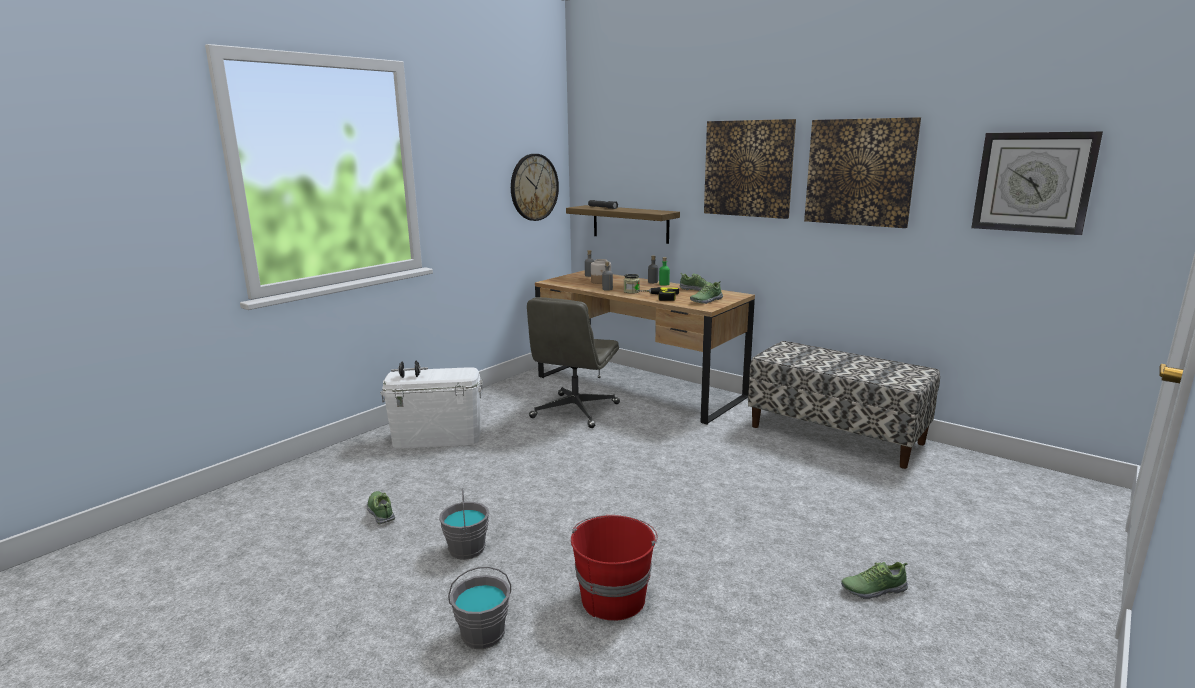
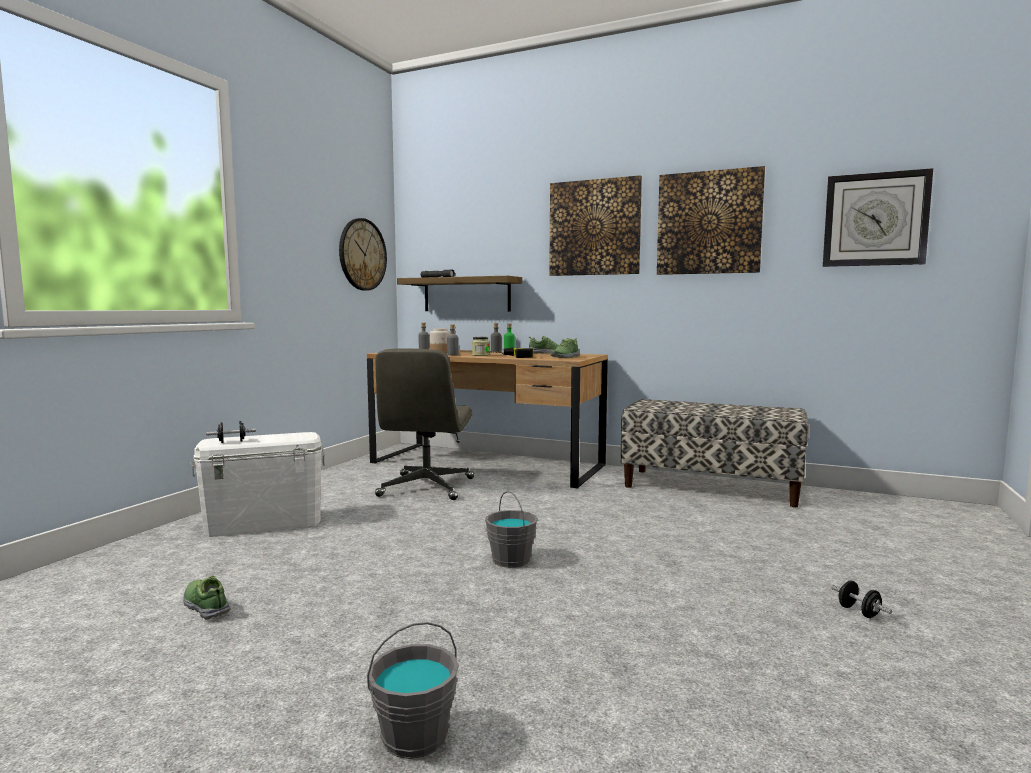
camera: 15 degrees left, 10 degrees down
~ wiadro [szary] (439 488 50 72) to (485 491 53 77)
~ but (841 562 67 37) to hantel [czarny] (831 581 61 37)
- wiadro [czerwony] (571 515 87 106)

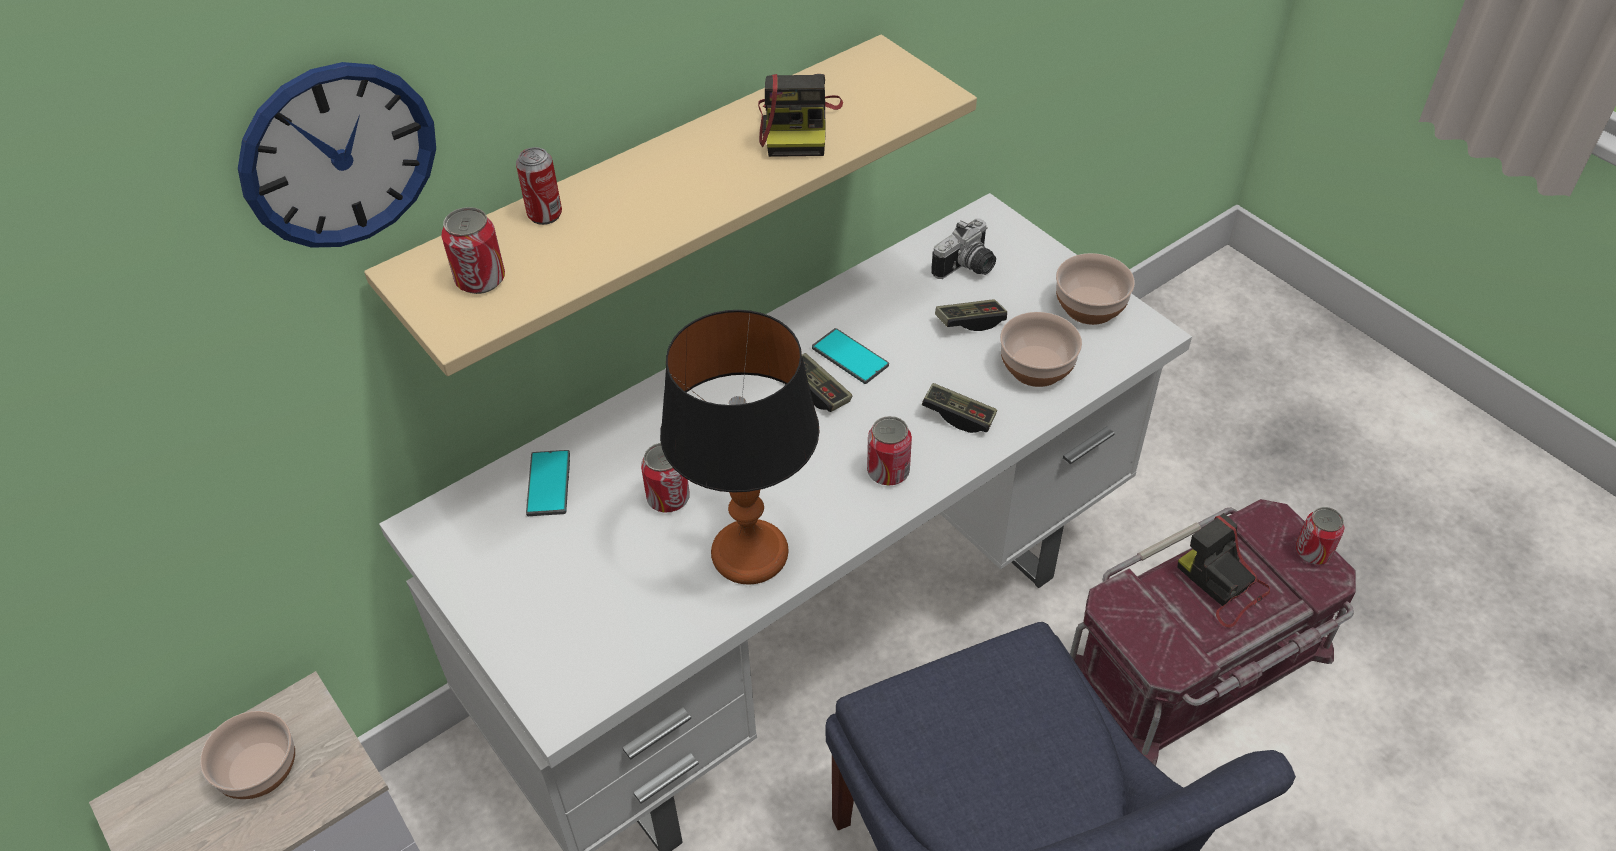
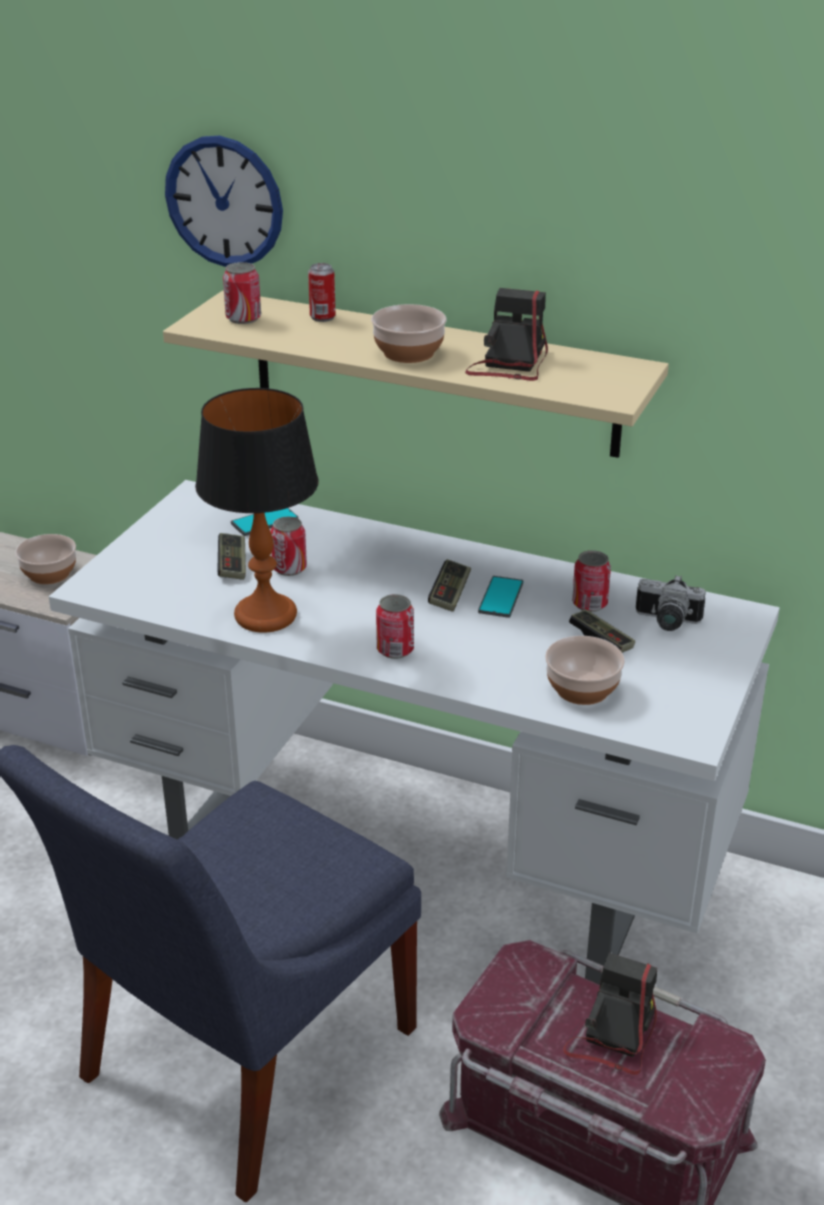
camera: 60 degrees right, 15 degrees down
~ pad do gier (922 383 75 50) to (218 533 28 47)
~ miska (1056 253 79 72) to (371 304 76 59)
~ aparat fotograficzny (758 74 85 83) = (465 288 83 93) 135 degrees clockwise
~ puszka (1296 507 48 57) to (572 550 39 62)

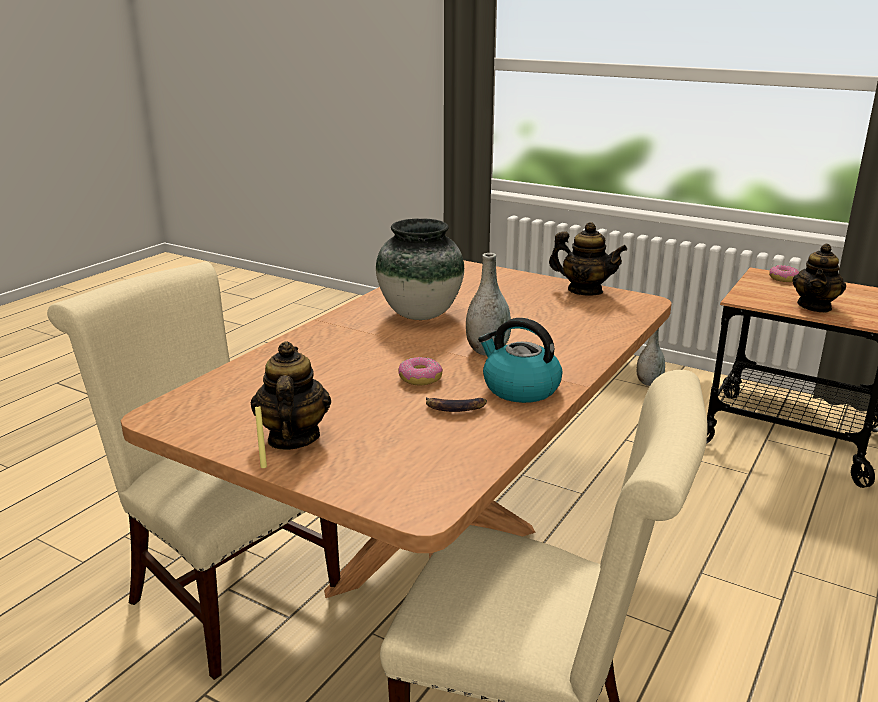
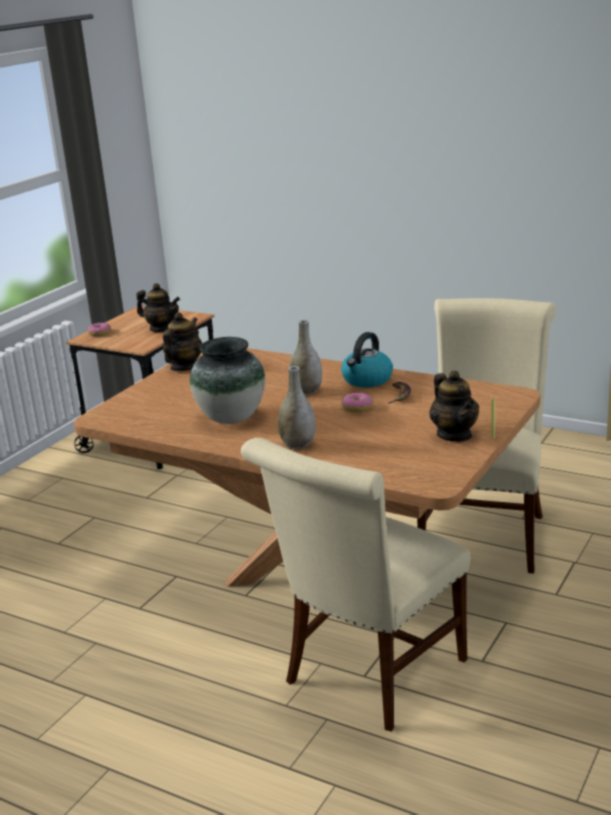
camera: 90 degrees left, 0 degrees up
~ wazon [szary] (637 328 28 58) to (278 366 37 83)
~ imbryk (251 341 80 109) = (429 370 50 72) 105 degrees counterclockwise

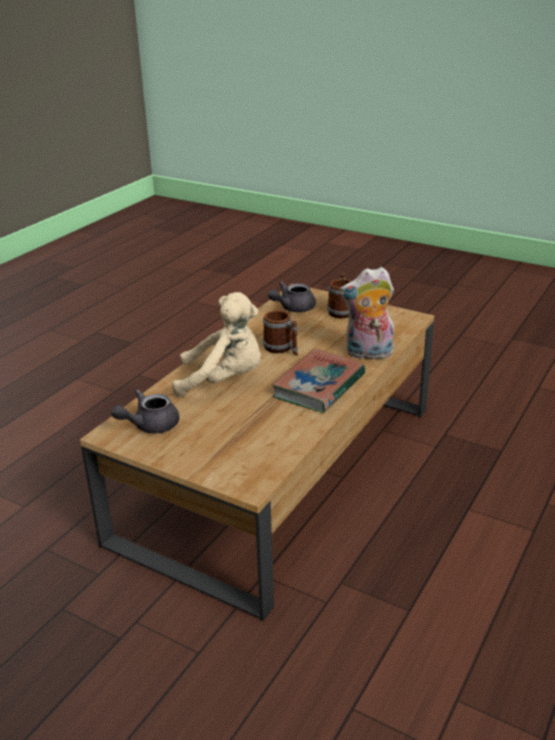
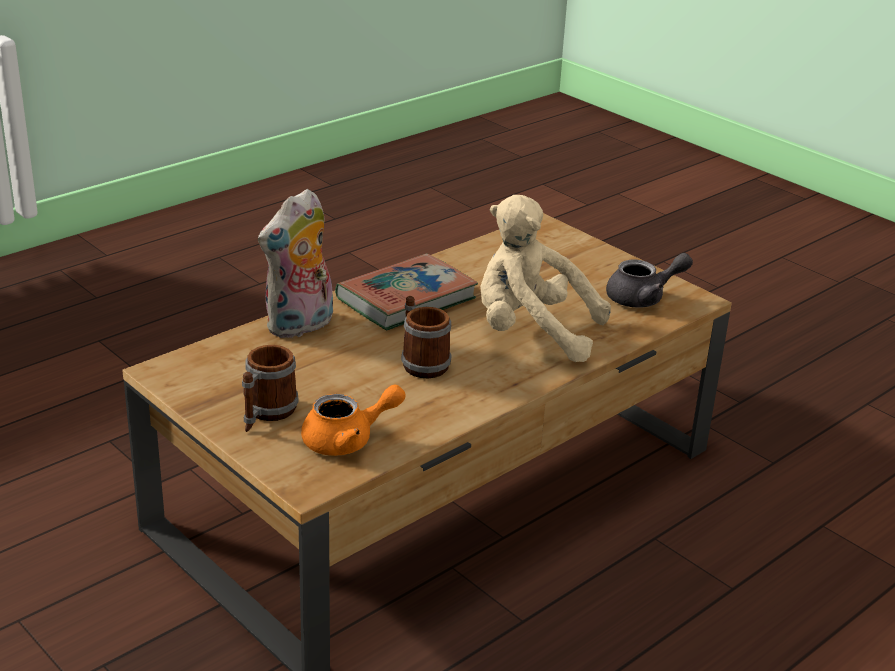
camera: 165 degrees left, 0 degrees up
~ pluszak (339 267 55 92) = (258 189 75 149) 120 degrees clockwise
~ imbryk [szary] (268 281 48 31) to imbryk [pomarańczowy] (301 384 105 72)

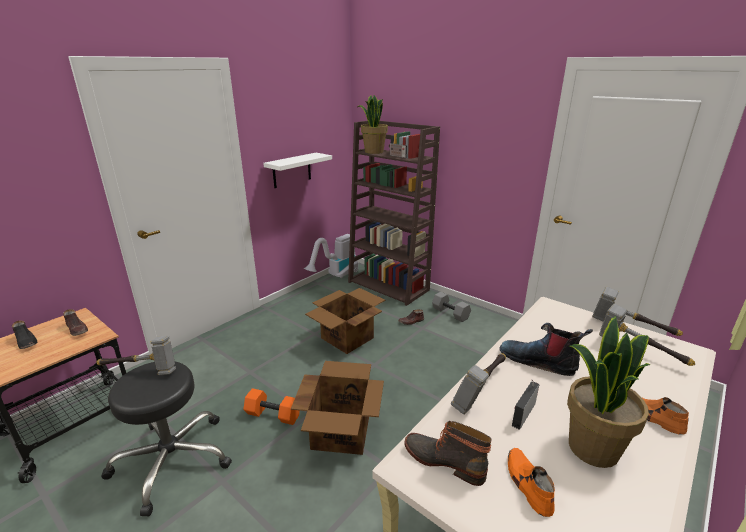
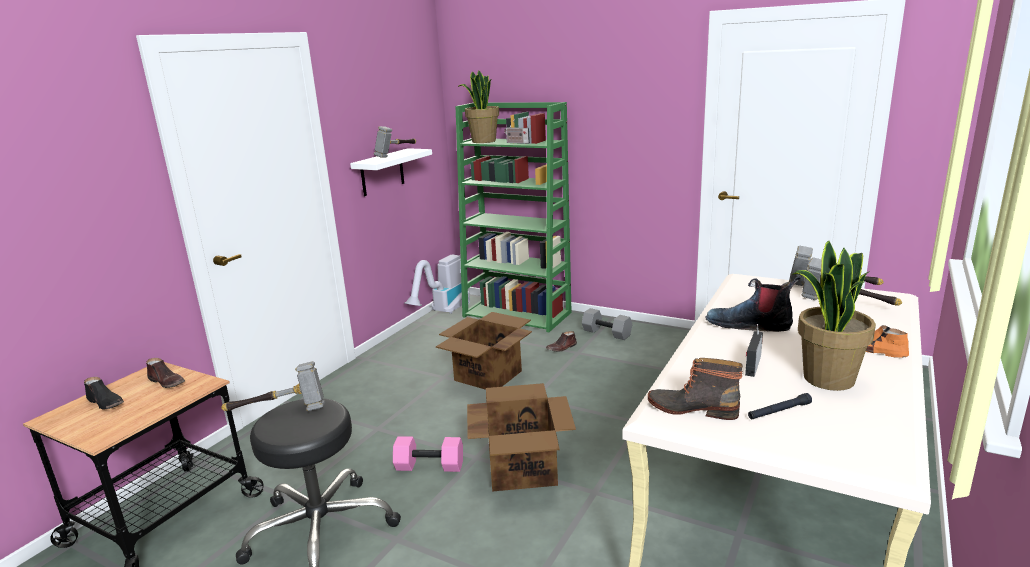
camera: 10 degrees left, 5 degrees down
~ młotek (451 353 55 61) to (374 126 42 32)
~ hantel [pomarańczowy] (243 388 57 37) to hantel [różowy] (393 436 70 36)
~ regał [brązowy] (348 121 92 185) to regał [zielony] (456 102 116 230)
~ but [pomarańczowy] (508 448 47 69) to latarka [czarny] (748 393 64 26)

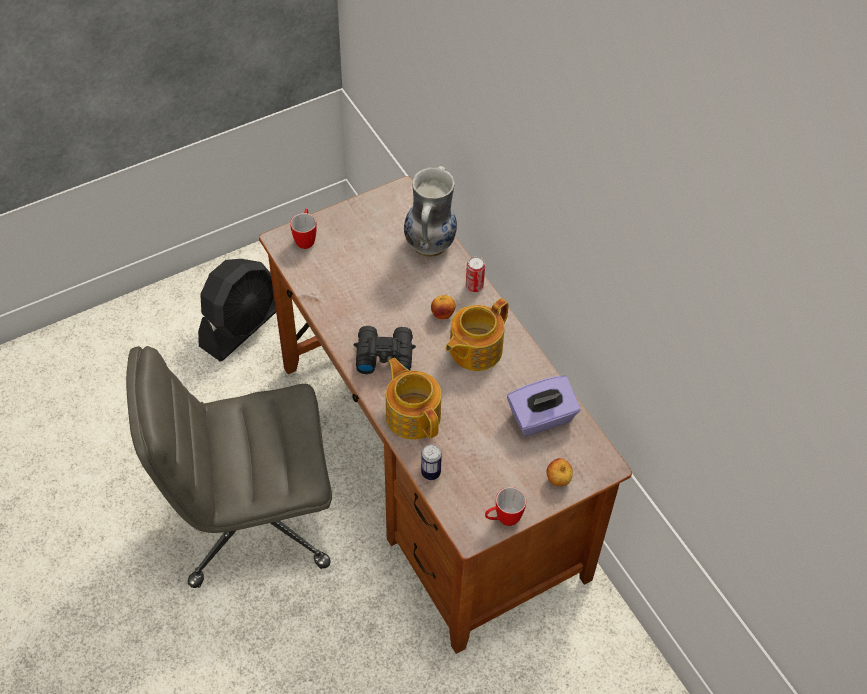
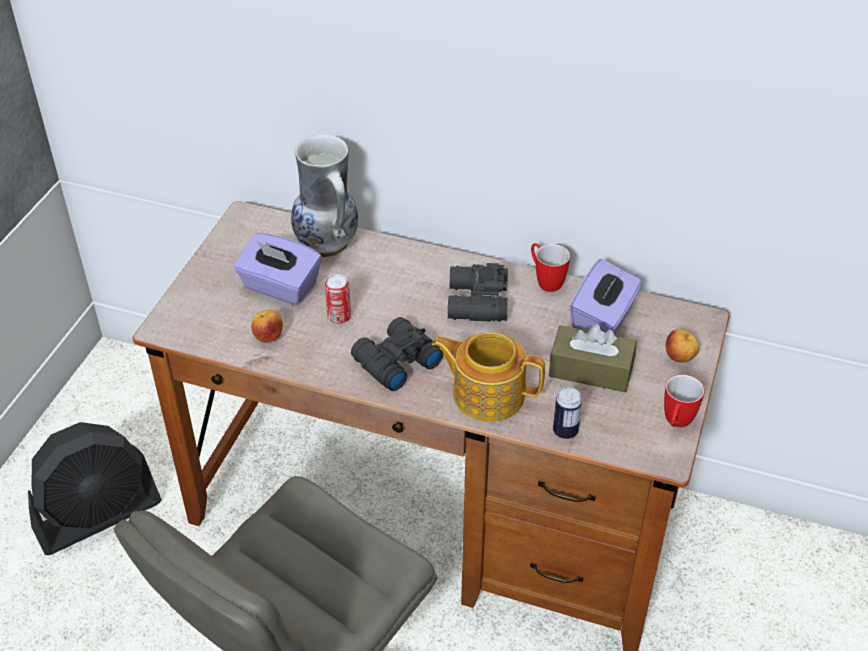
camera: 40 degrees left, 10 degrees down
~ wentylator [czarny] (198 259 78 102) = (28 422 134 133) 60 degrees clockwise
+ pudełko chusteczek [fioletowy] (234 233 88 72)
~ jabłko (431 295 25 25) to (251 310 32 33)
~ puszka (466 256 19 36) to (325 274 26 50)
~ imbryk (446 298 63 73) to lornetka [czarny] (448 263 60 59)
~ kubek (290 209 27 40) to (531 243 39 49)
+ pudełko chusteczek [brązowy] (549 324 88 68)

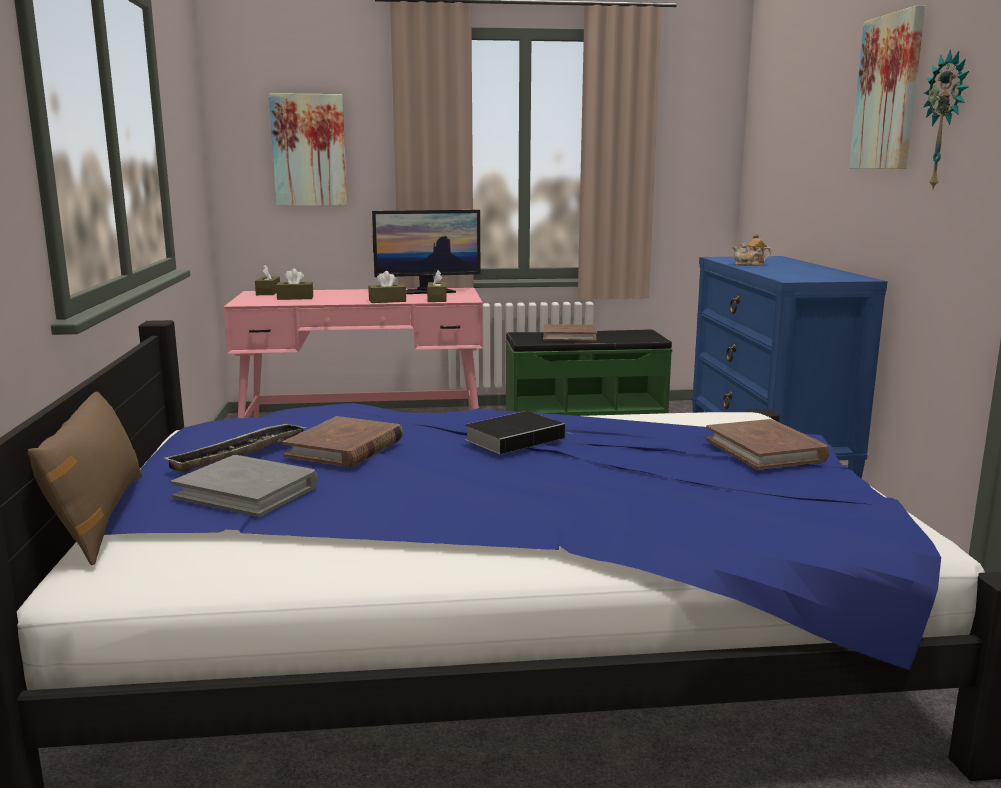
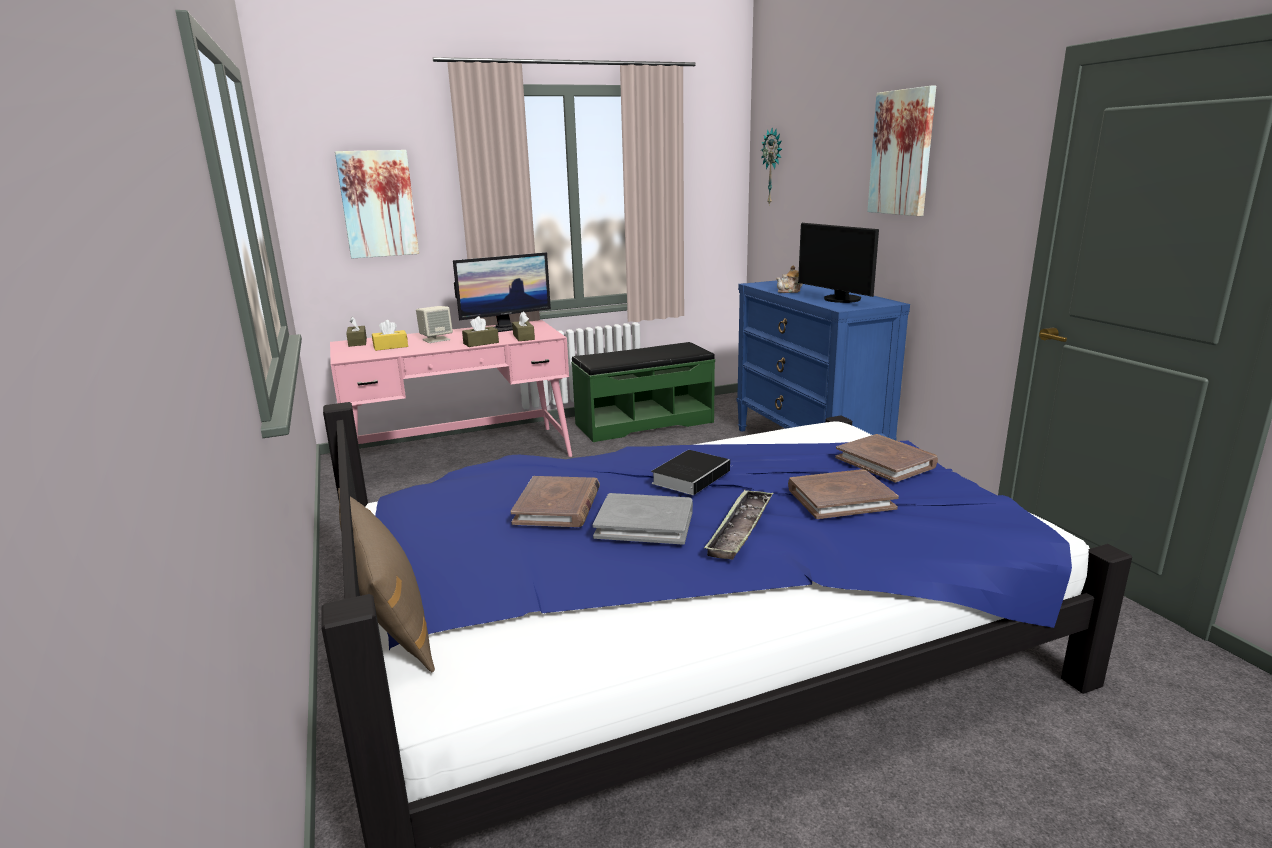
camera: 15 degrees left, 5 degrees up
~ pudełko chusteczek [brązowy] (276 269 37 31) to pudełko chusteczek [żółty] (372 320 36 31)
+ głośnik [beżowy] (416 306 37 37)
~ książka [szary] (171 455 147 62) to (593 493 100 52)
~ taca (163 423 143 50) to (704 489 69 71)
~ zegar ścienny (924 49 45 142) to (761 128 21 78)
~ książka [brązowy] (543 324 54 17) to (788 469 111 50)
+ monitor (798 223 81 80)

